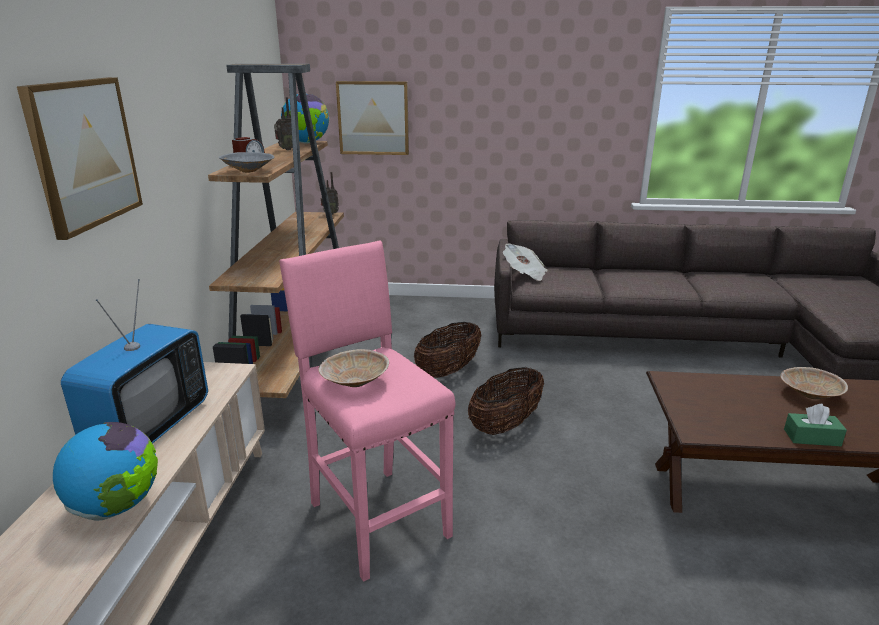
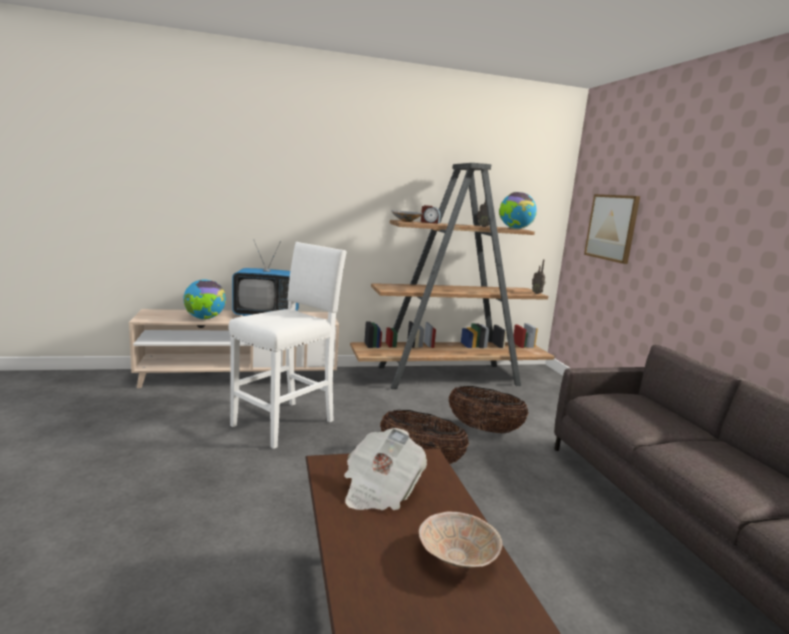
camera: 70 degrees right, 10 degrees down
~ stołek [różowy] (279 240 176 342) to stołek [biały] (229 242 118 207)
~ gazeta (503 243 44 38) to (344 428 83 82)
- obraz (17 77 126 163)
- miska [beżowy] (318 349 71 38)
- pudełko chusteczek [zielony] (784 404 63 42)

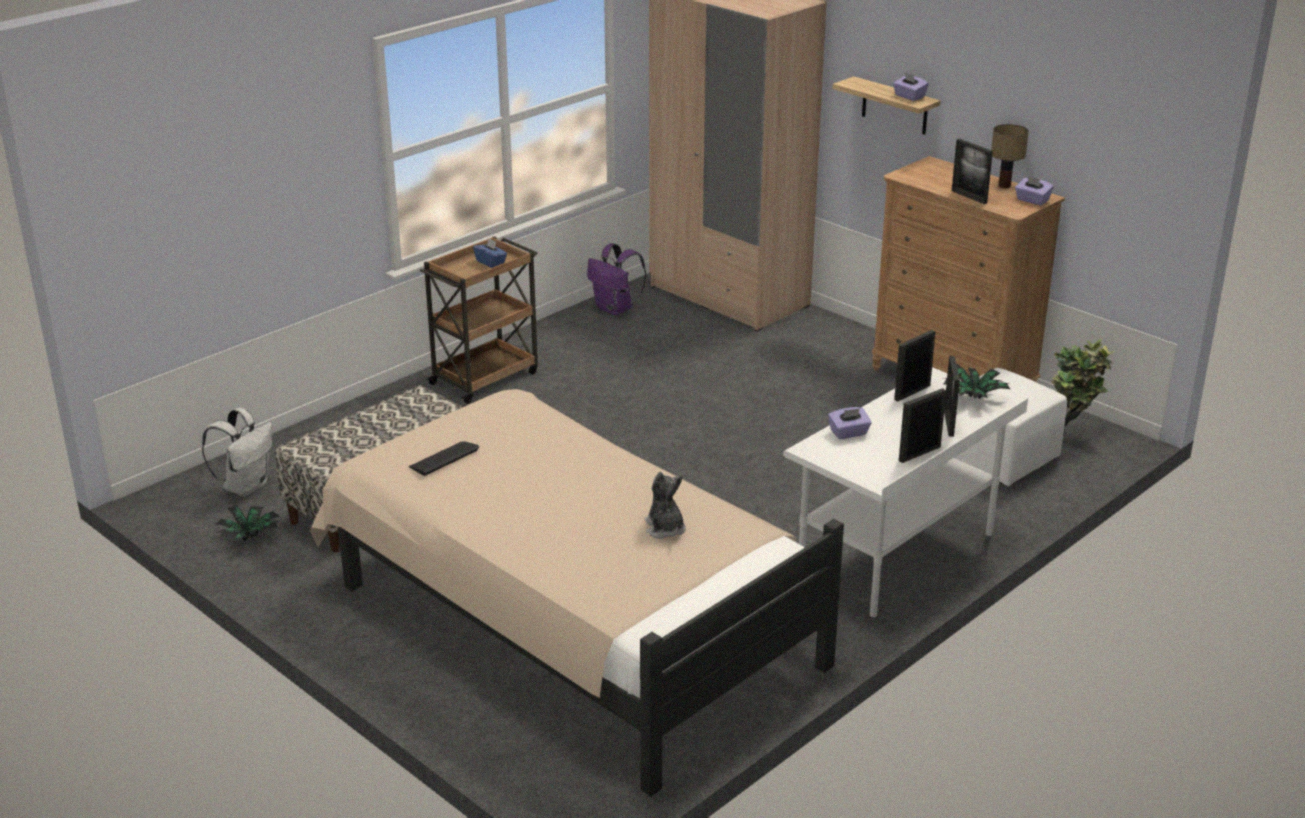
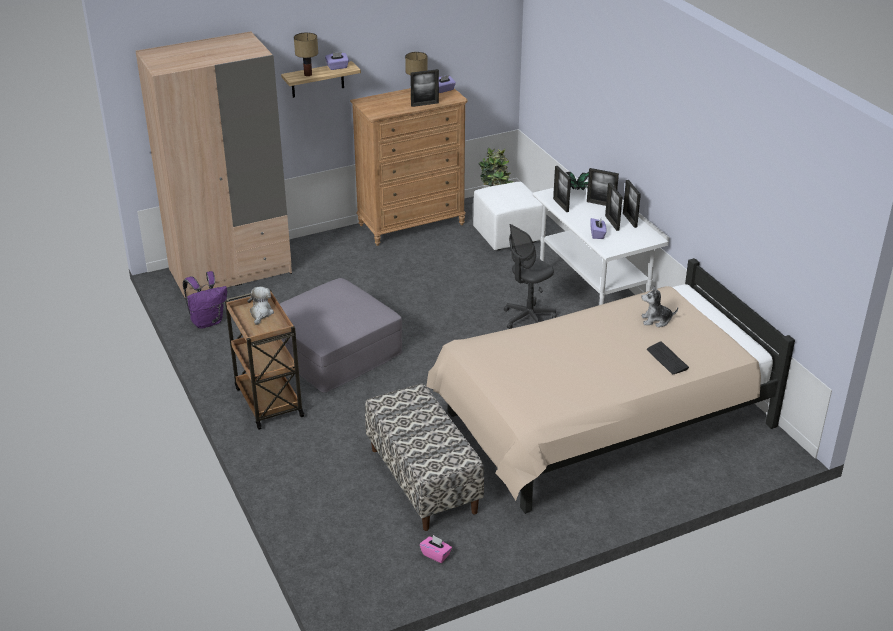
camera: 70 degrees left, 5 degrees up
~ pudełko chusteczek [niebieski] (473 238 34 30) to pluszak (247 286 27 39)
+ pufa [szary] (280 278 122 115)
+ lampa stołowa (294 32 24 44)
~ roślina doniczkowa (216 504 64 41) to pudełko chusteczek [różowy] (420 535 32 28)
+ krzesło biurowe [szary] (504 224 52 105)
+ ramka na zdjęcie (605 183 18 48)
~ klawiatura (409 441 70 35) to (647 341 42 33)
- plecak [biały] (202 408 71 89)

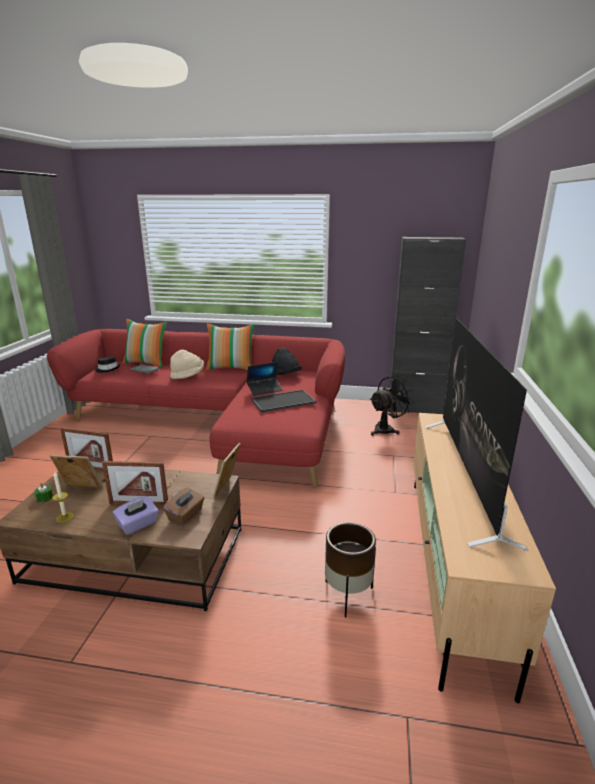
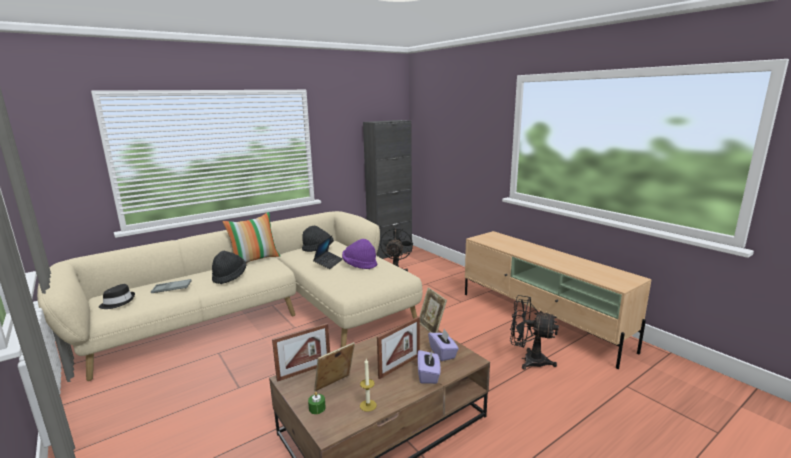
camera: 45 degrees left, 5 degrees down
~ kanapa [czerwony] (47 329 298 158) to kanapa [beżowy] (37 211 386 170)
~ kapelusz [beżowy] (170 349 34 30) to kapelusz [czarny] (212 251 34 33)
~ taca (250 390 67 22) to kapelusz [fioletowy] (342 239 36 30)
~ pudełko chusteczek [brązowy] (163 487 41 38) to pudełko chusteczek [fioletowy] (428 329 31 32)
~ donica [brązowy] (325 522 51 95) to wentylator [czarny] (510 295 49 75)
- poduszka (123 319 44 49)
- telewizor (425 318 103 233)

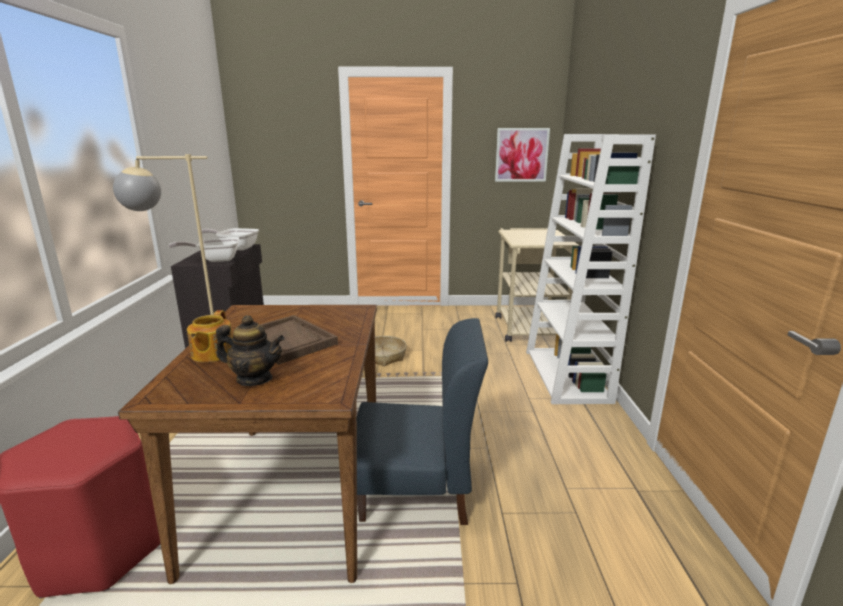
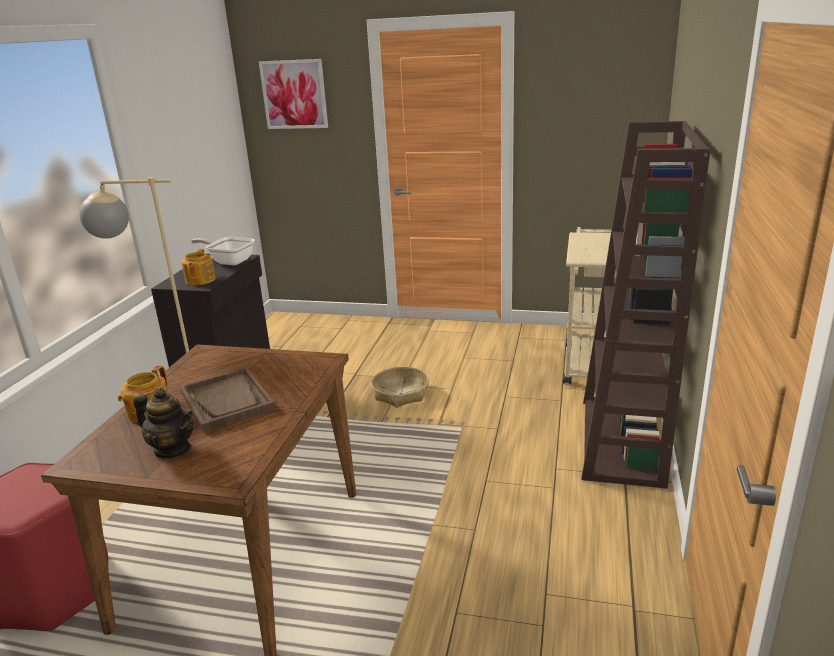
camera: 15 degrees right, 5 degrees up
~ patelnia (169 237 70 25) to imbryk (181 249 35 36)
~ obraz (495 128 55 54) to (259 59 69 70)
~ regał [biały] (526 134 130 270) to regał [brązowy] (581 121 130 368)
- krzesło [niebieski] (357 318 131 207)

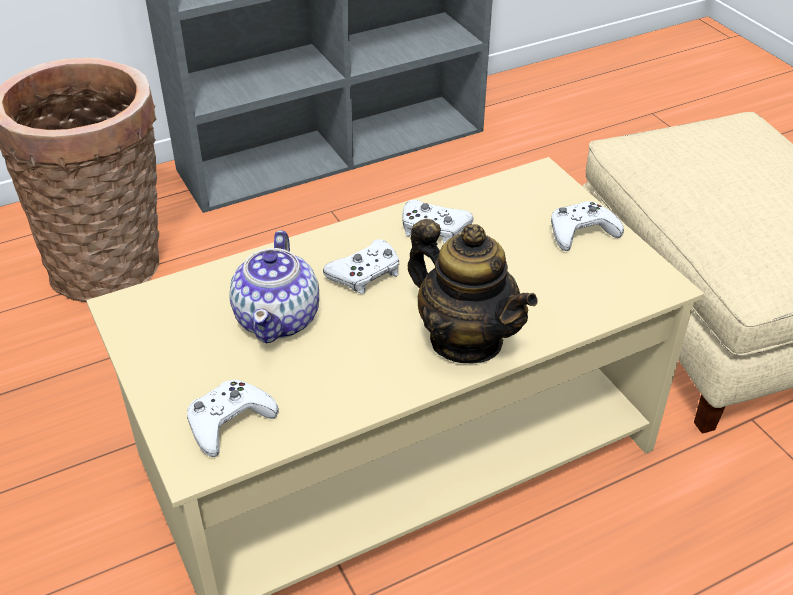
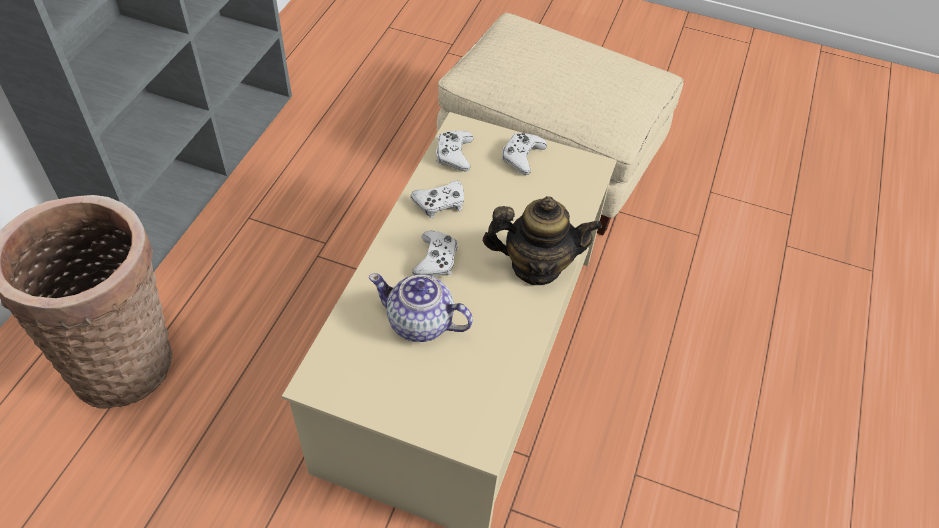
camera: 45 degrees left, 10 degrees up
~ imbryk (229 230 90 113) = (369 273 104 69) 150 degrees clockwise
~ pad do gier [biały] (187 380 92 77) to (436 131 38 40)

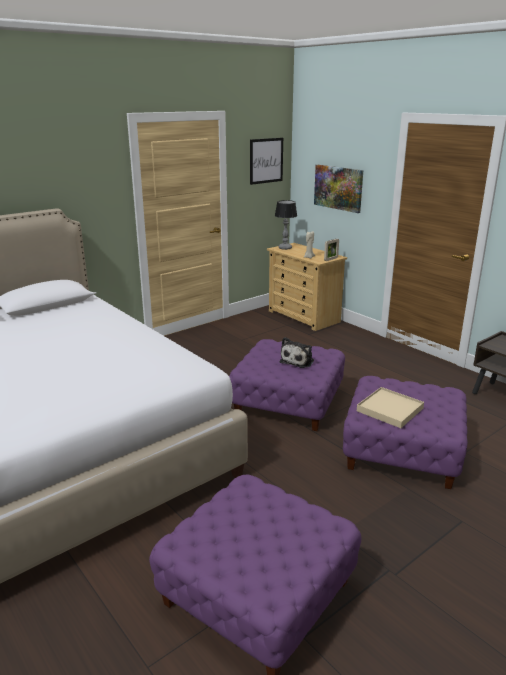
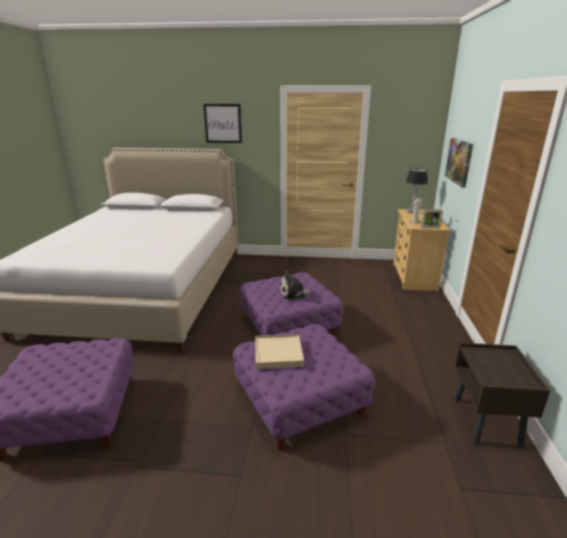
camera: 45 degrees right, 0 degrees up
~ obraz (250 138 33 47) to (204 104 38 39)

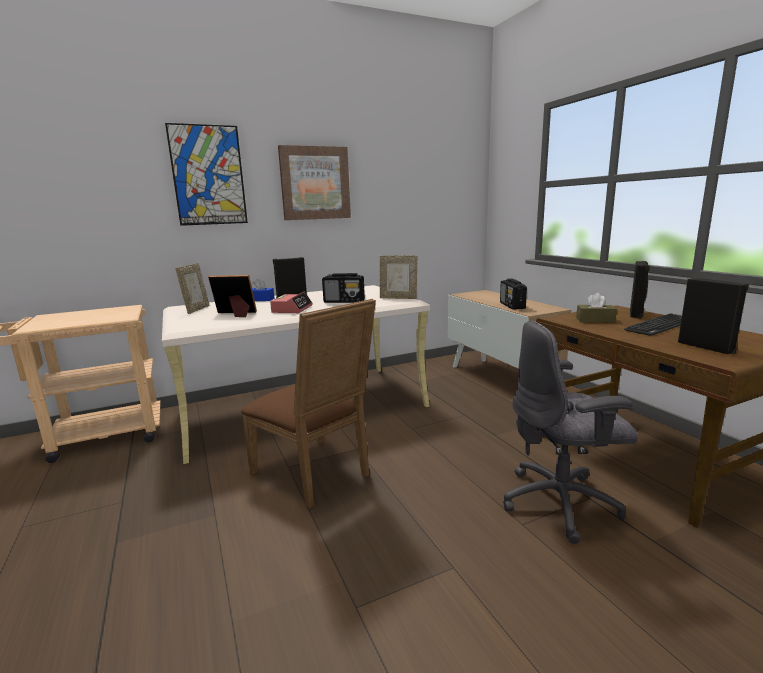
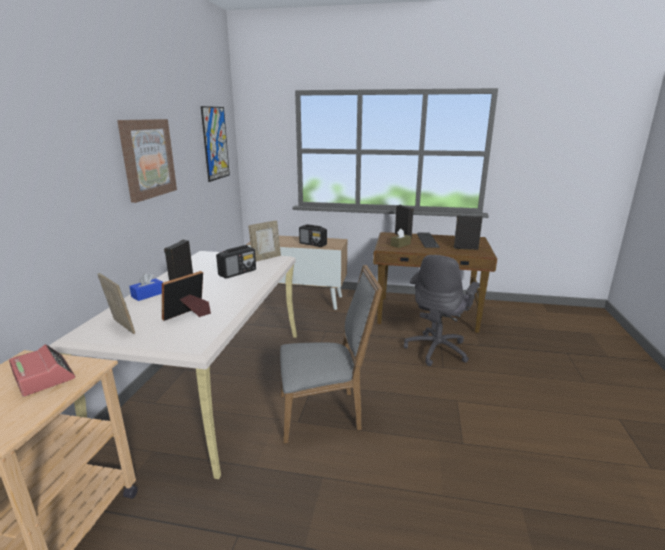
camera: 55 degrees left, 5 degrees up
~ budzik (270 292 43 21) to (9 344 66 53)
~ obraz (165 123 83 103) to (201 106 29 76)
~ krzesło [brązowy] (241 299 135 209) to krzesło [szary] (280 264 103 179)

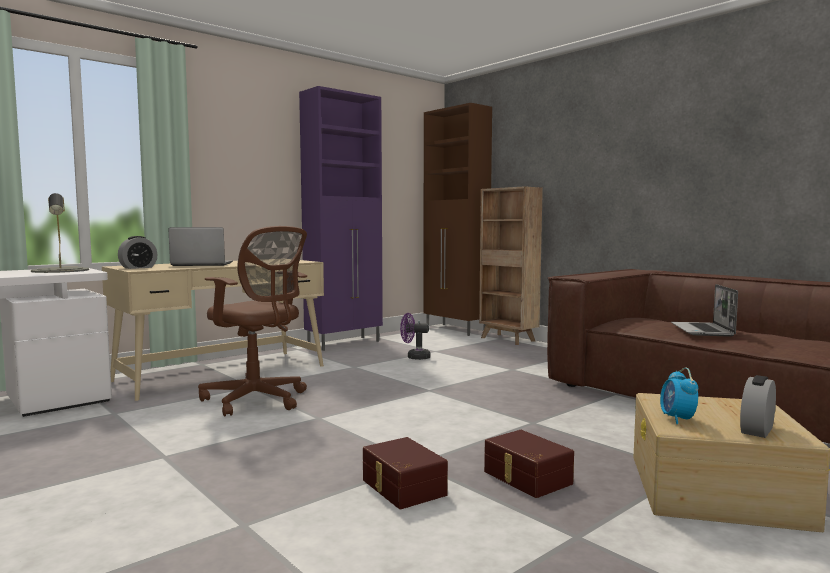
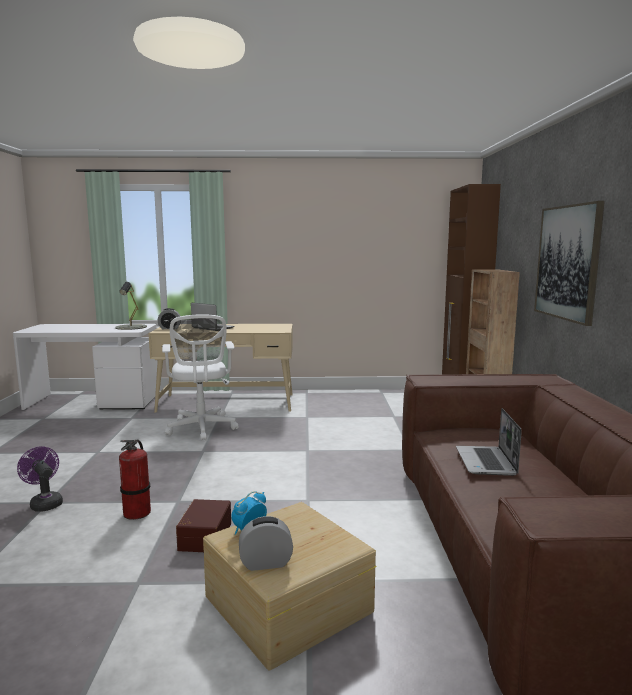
camera: 40 degrees right, 5 degrees up
~ wentylator [fioletowy] (400 313 31 47) to (17 446 46 66)
~ pojemnik do przechowywania [brązowy] (363 437 85 72) to gaśnica (119 440 32 80)
~ krzesło biurowe [brązowy] (198 226 109 191) to krzesło biurowe [biały] (162 314 76 127)
~ laptop (671 284 67 53) = (456 408 66 68) 45 degrees counterclockwise
+ obraz (534 201 71 125)
- szafka [fioletowy] (299 86 84 265)

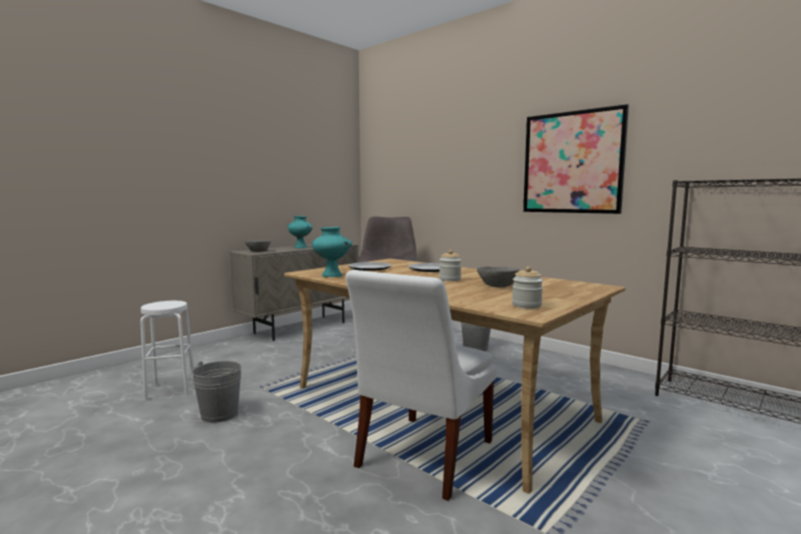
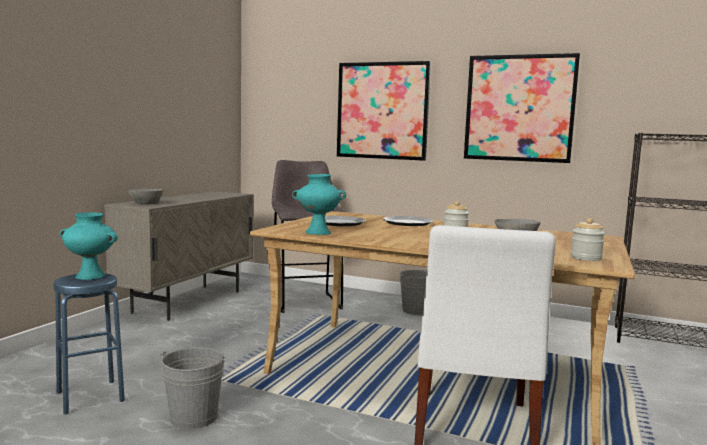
camera: 20 degrees left, 0 degrees up
~ stołek [biały] (140 301 54 100) to stołek [niebieski] (53 273 72 142)
~ wazon [turkusowy] (288 216 25 32) to (60 212 58 68)
+ obraz (337 61 94 100)

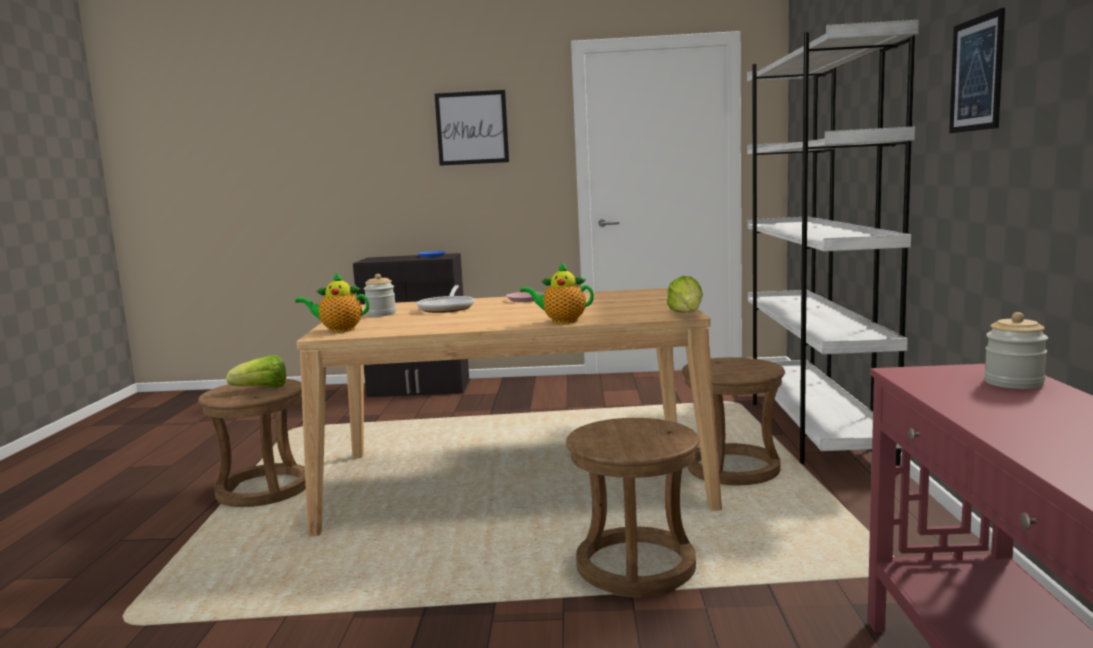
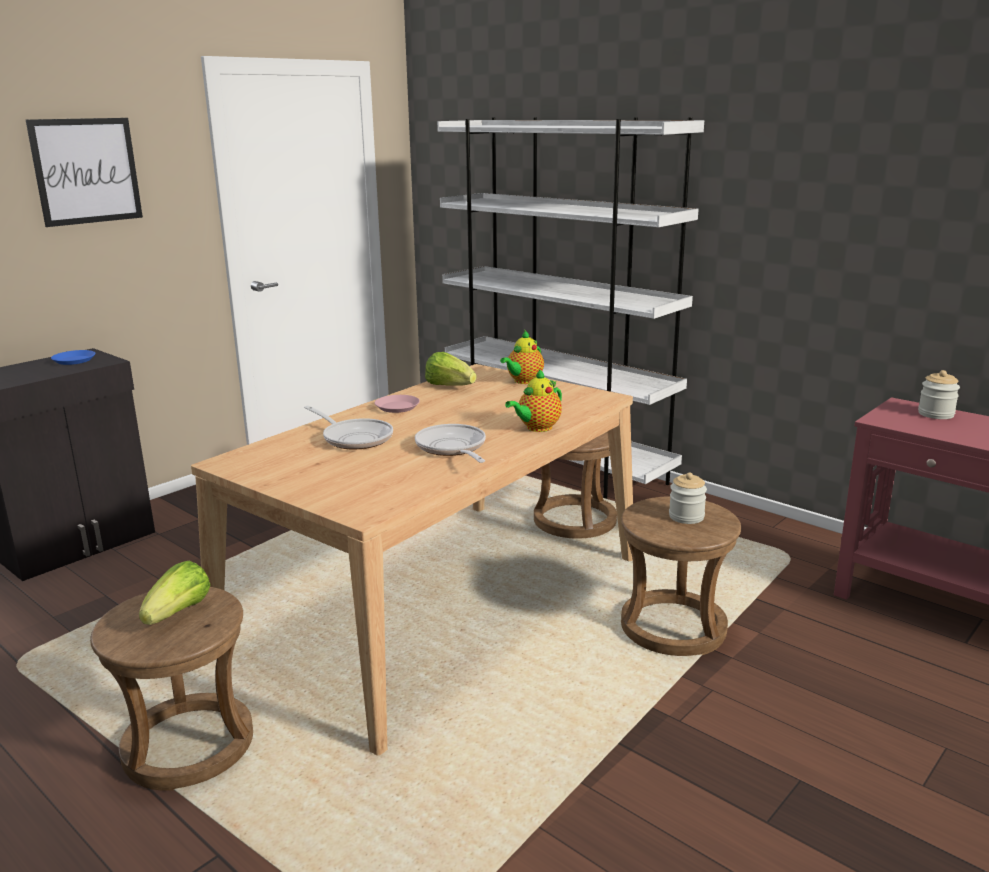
camera: 50 degrees left, 10 degrees up
+ patelnia (415 424 71 39)
~ sałata (667 276 36 37) to (425 352 52 34)
~ imbryk (295 272 74 61) to (500 330 44 54)
~ słoik (363 274 33 43) to (669 472 38 52)
- obraz (949 8 56 125)

